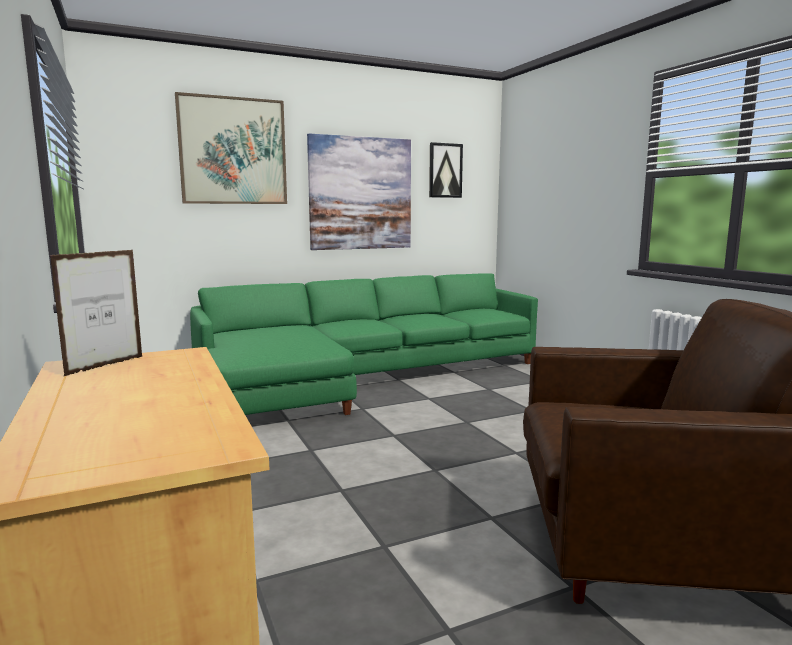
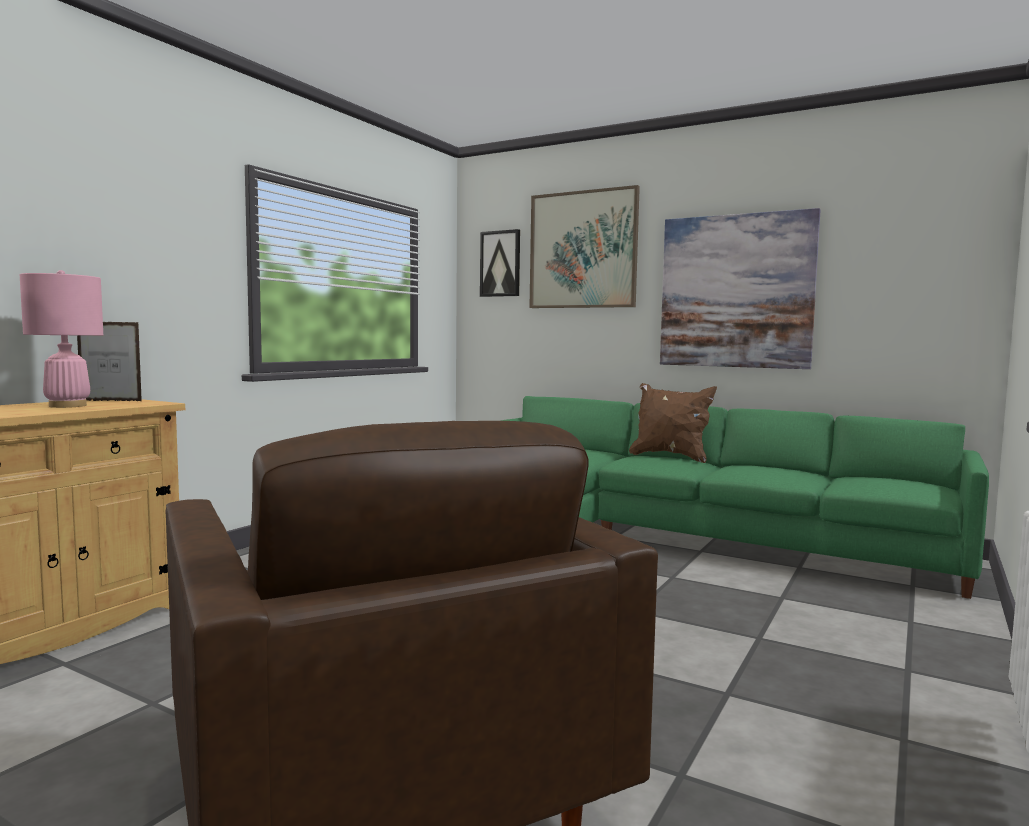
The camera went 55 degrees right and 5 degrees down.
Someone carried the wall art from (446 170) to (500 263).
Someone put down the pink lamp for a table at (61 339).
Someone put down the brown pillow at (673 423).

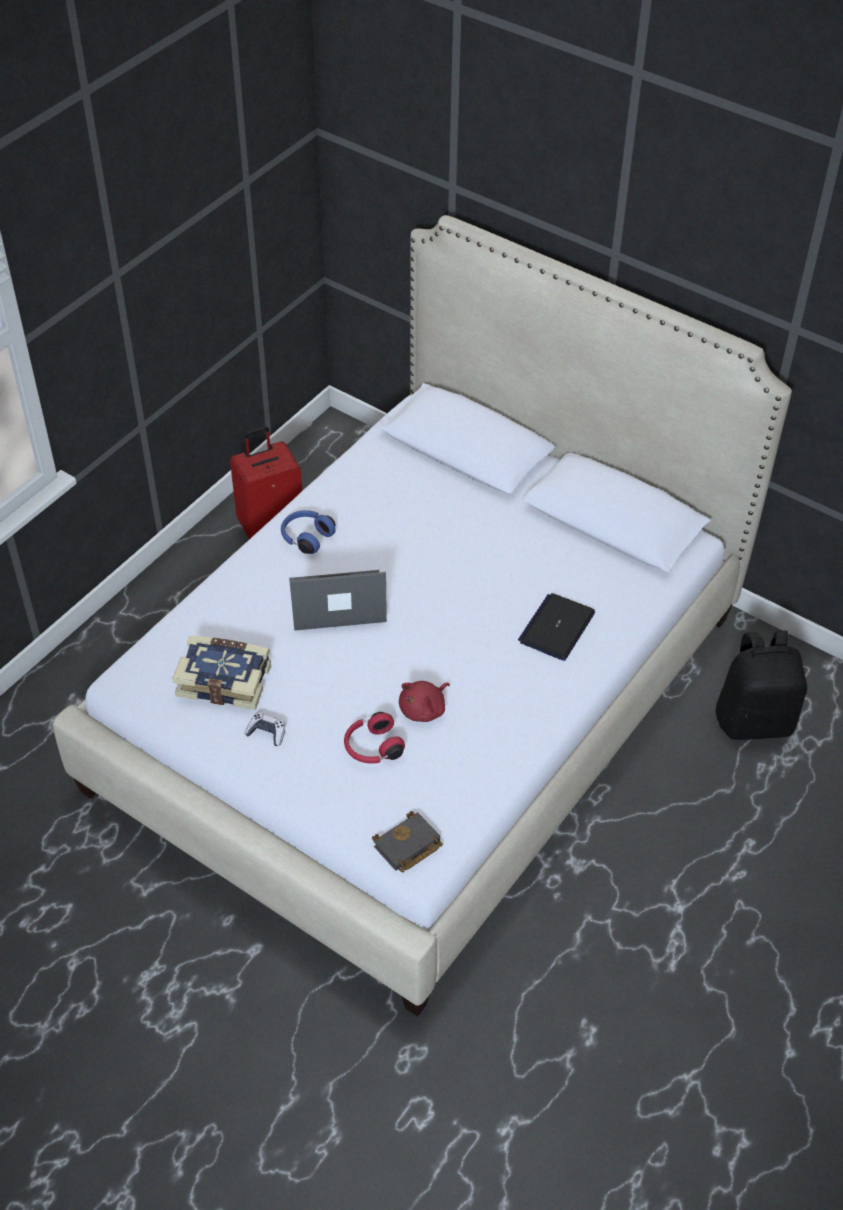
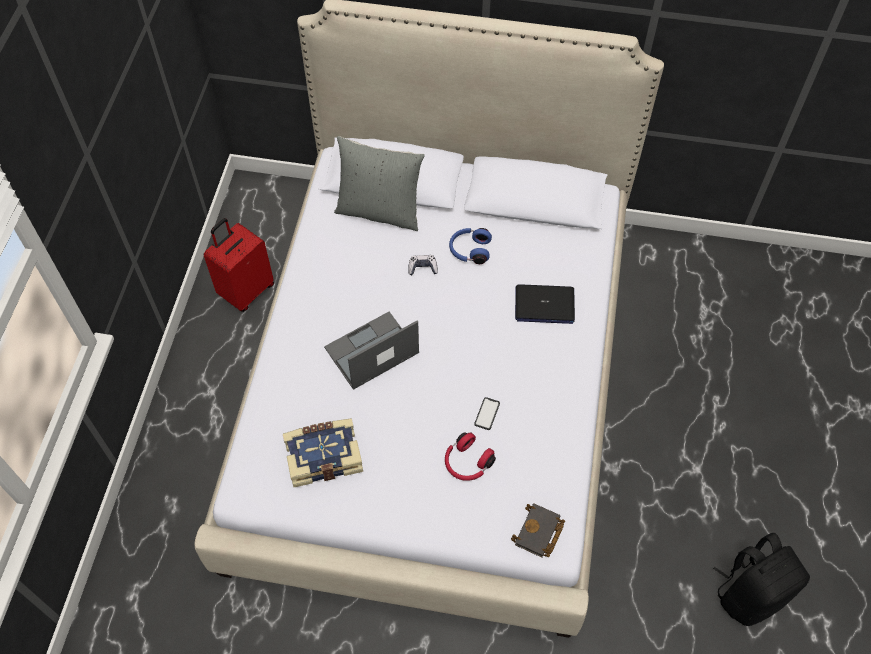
The camera went 25 degrees left and 10 degrees up.
Someone carried the blue pair of headphones from (308 532) to (470 246).
Someone rotated the notebook computer at (556 627) by 90 degrees counterclockwise.
Someone carried the black-coloured rucksack from (761 685) to (761 579).
Someone swapped the reddish soft toy at (424 701) for the handset at (487 413).
Someone carried the joypad from (264 729) to (423 265).
Someone put down the gray pillow at (379 183).

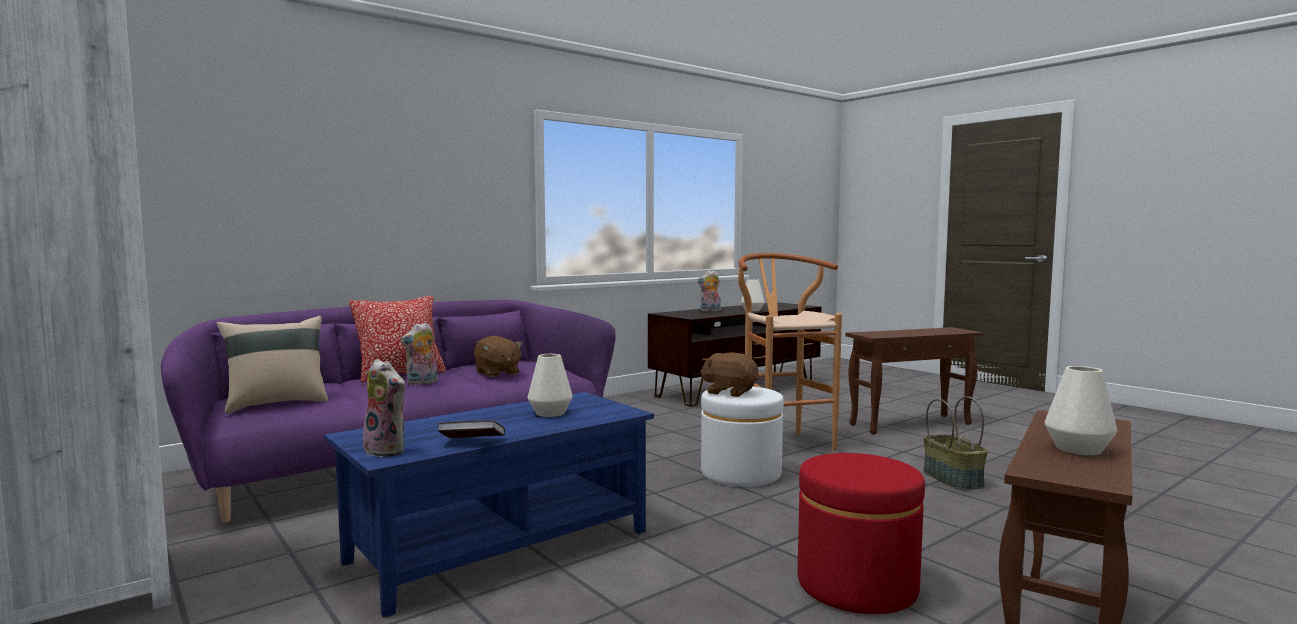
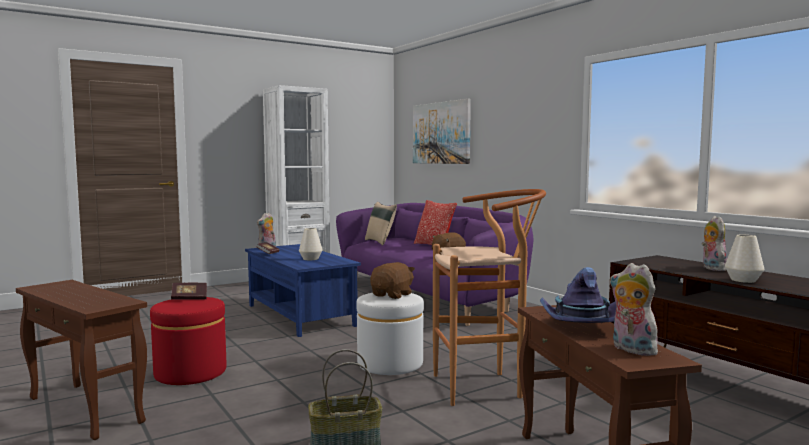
The camera went 95 degrees right and 0 degrees up.
Someone carried the soft toy from (419 353) to (635 309).
Someone took away the whitish decorative vase at (1081 410).
Someone put up the wall art at (442 131).
Someone put down the purplish clothing hat at (578 295).
Someone put down the bound book at (189 291).

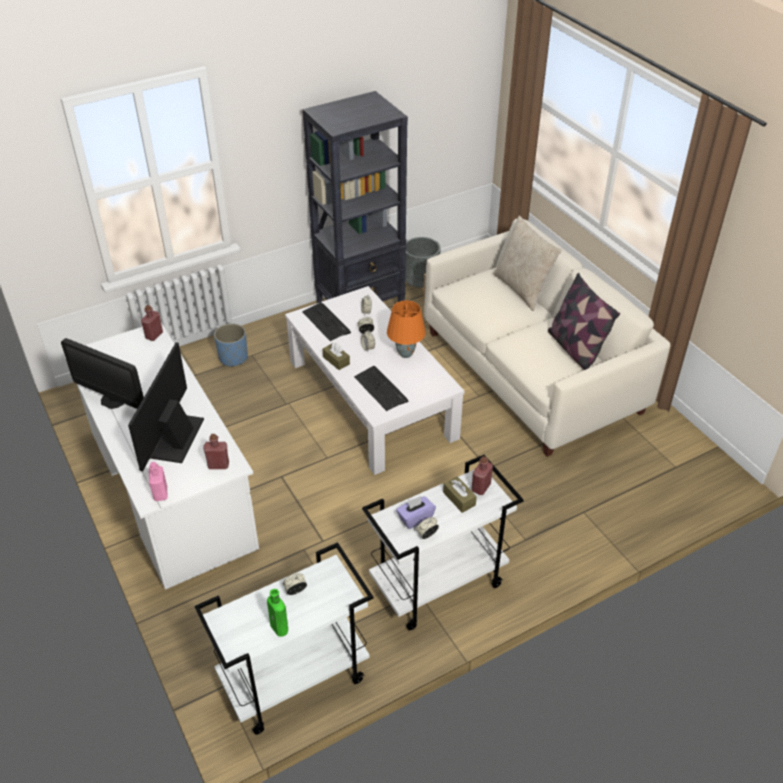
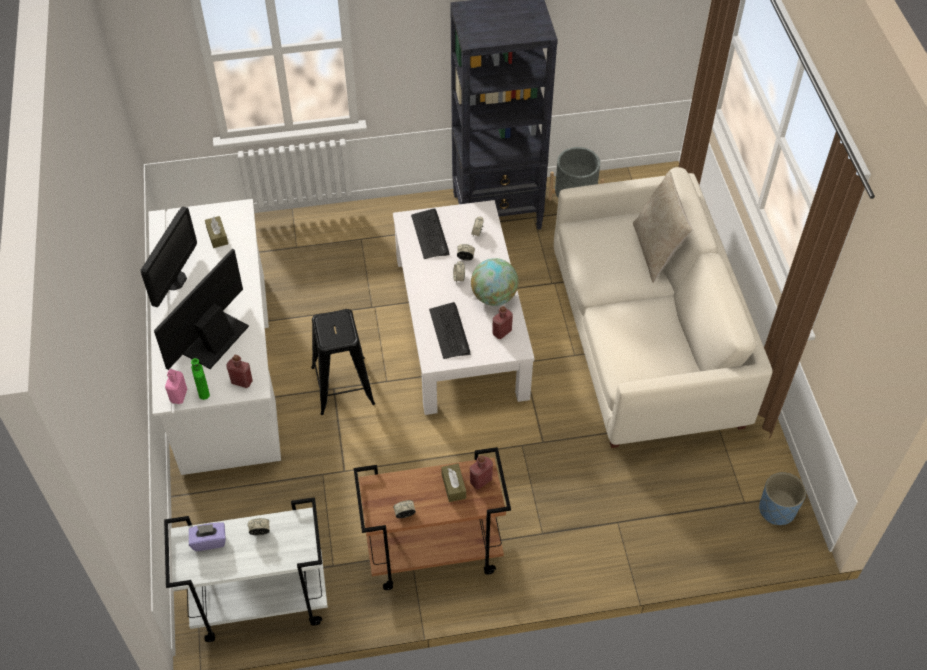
The camera went 20 degrees right and 10 degrees up.
Someone took away the pillow at (584 321).
Someone swapped the orangey lamp for a table at (406 329) for the globe at (495 282).
Someone carried the reddish beverage bottle from (152 323) to (502 322).
Someone carried the blue planter from (231 345) to (782 498).
Someone rotated the monitor at (102 373) by 120 degrees counterclockwise.
Someone carried the brown tissue holder from (336 356) to (216 232).
Someone repainted the whitish trolley at (443 542), which became the brown trolley at (432 518).
Someone carried the purplish tissue holder from (416 512) to (207 536).
Someone carried the green beverage bottle from (277 613) to (200 379).
Someone put down the black-coloured sitting stool at (343 362).

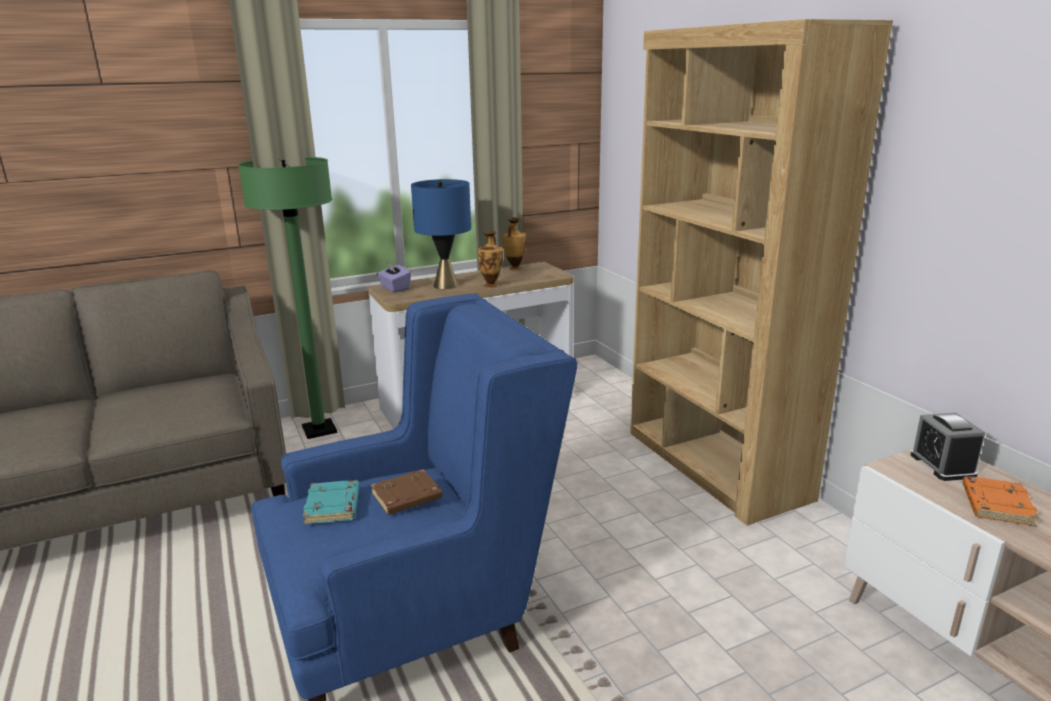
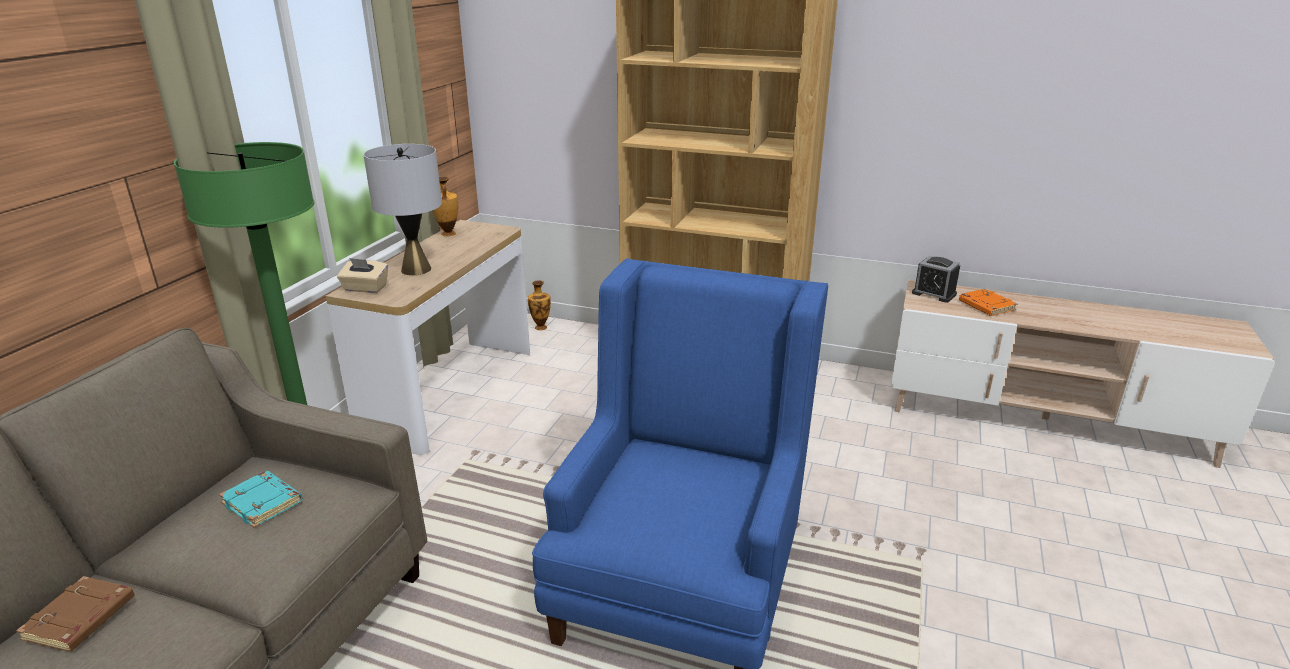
The camera went 45 degrees left and 5 degrees up.
Someone repainted the blue lamp for a table at (441 234), which became the gray lamp for a table at (403 209).
Someone carried the decorative vase from (490 259) to (539 305).
Someone repainted the purplish tissue holder at (394 277), which became the beige tissue holder at (362 275).
Someone carried the brown bound book from (406 492) to (75 614).
Someone carried the turquoise bound book from (331 502) to (261 499).

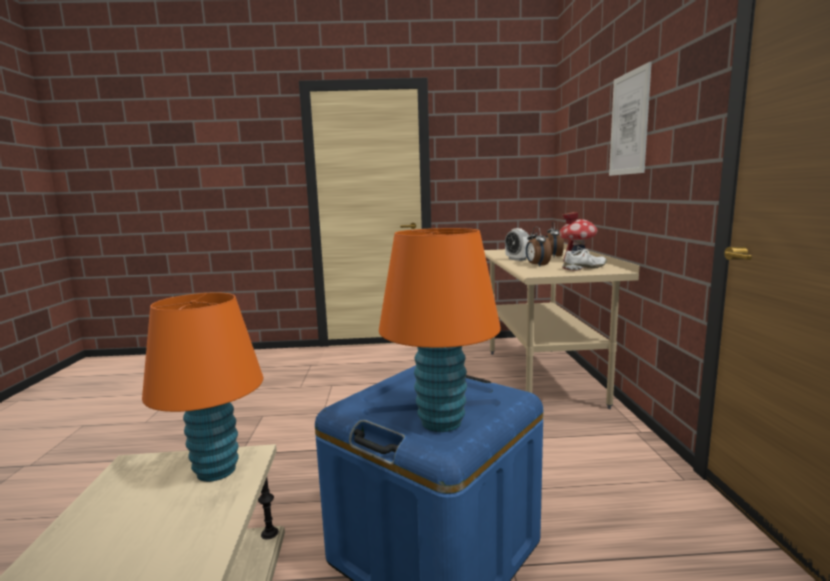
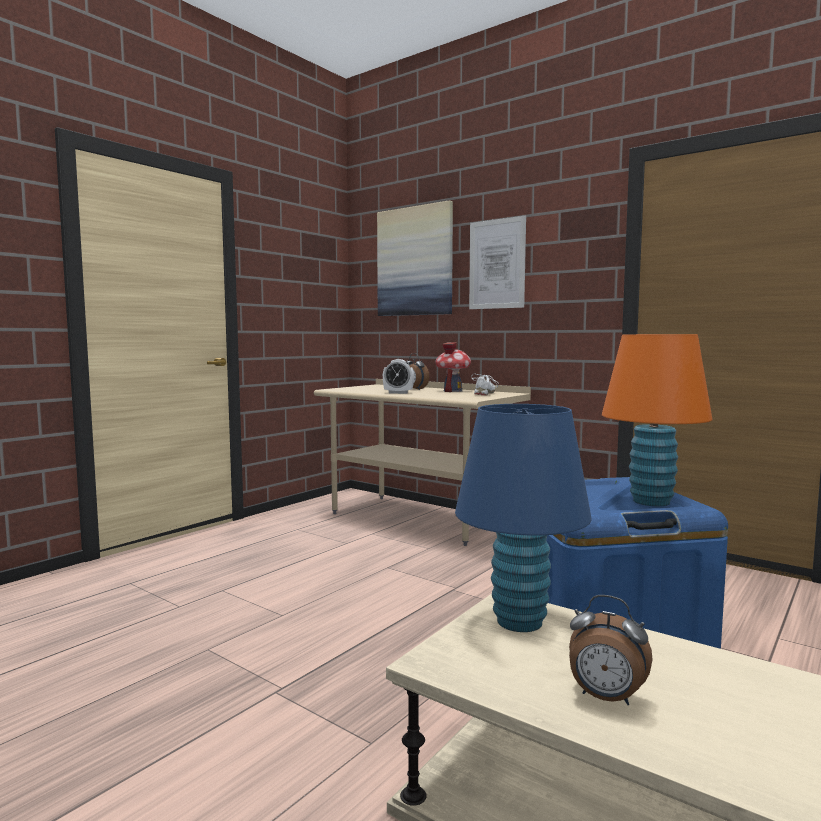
The camera went 50 degrees left and 5 degrees down.
Someone carried the bedside clock from (539 247) to (611 650).
Someone repainted the orangey lamp for a table at (202 387), which became the blue lamp for a table at (523 518).
Someone put up the wall art at (415 258).

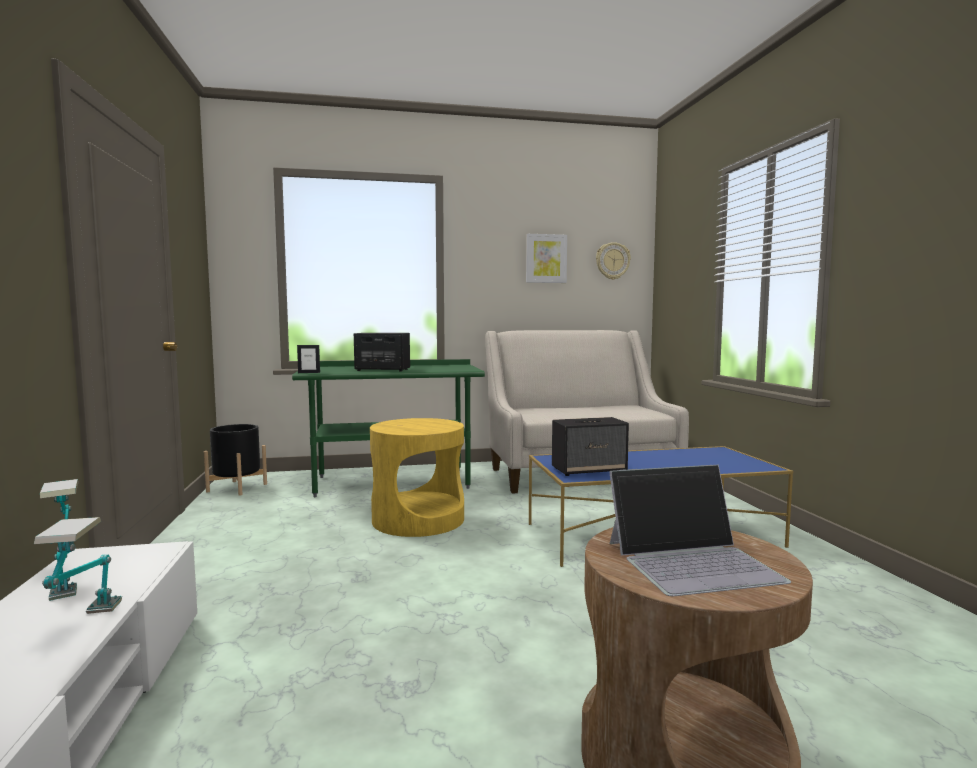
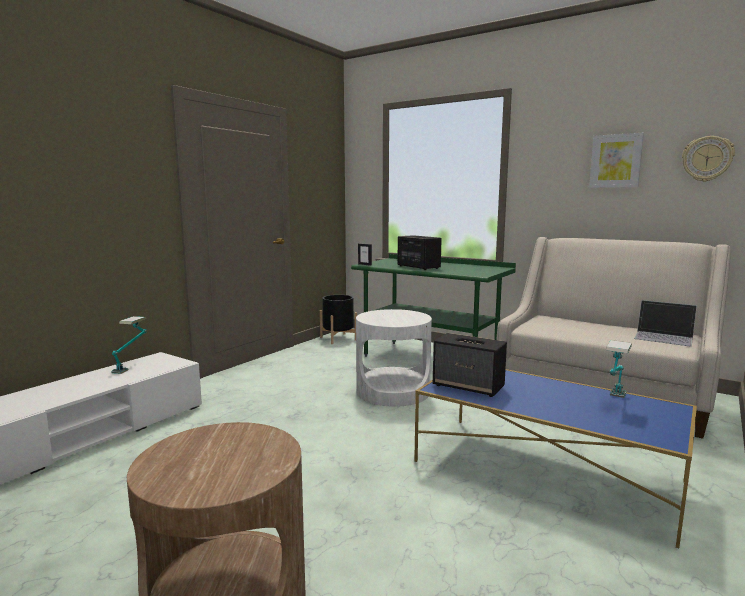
The camera went 45 degrees right and 5 degrees up.
Someone repainted the yellowish accent table at (417 477), which became the whitish accent table at (394 358).
Someone carried the notebook computer from (700 530) to (665 323).
Someone carried the lamp for a table from (78 565) to (619 369).

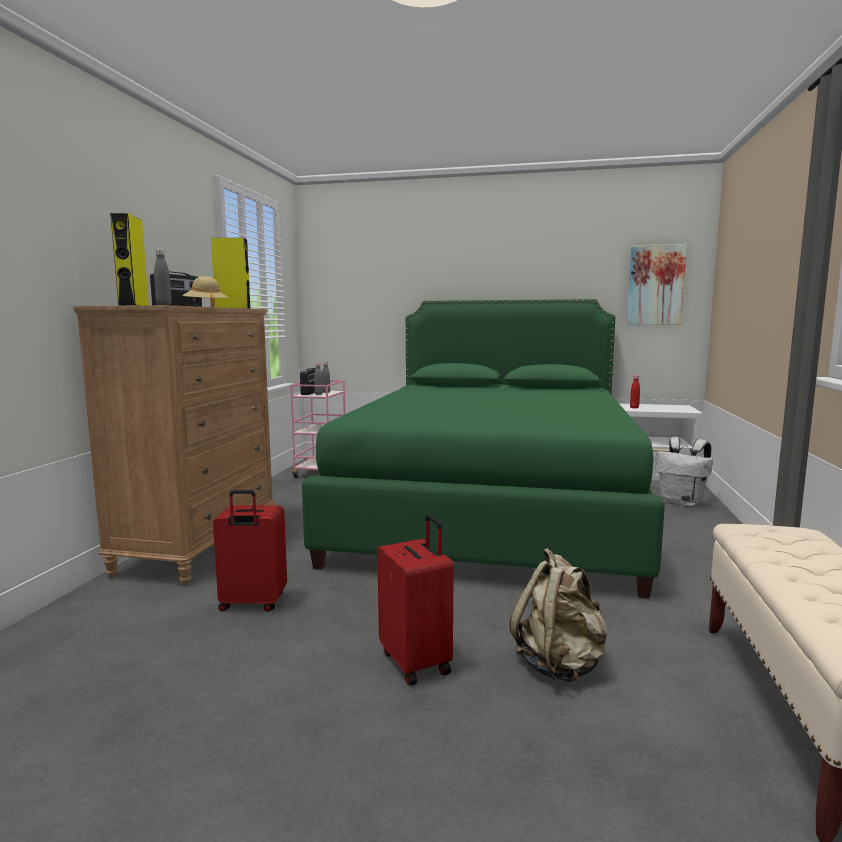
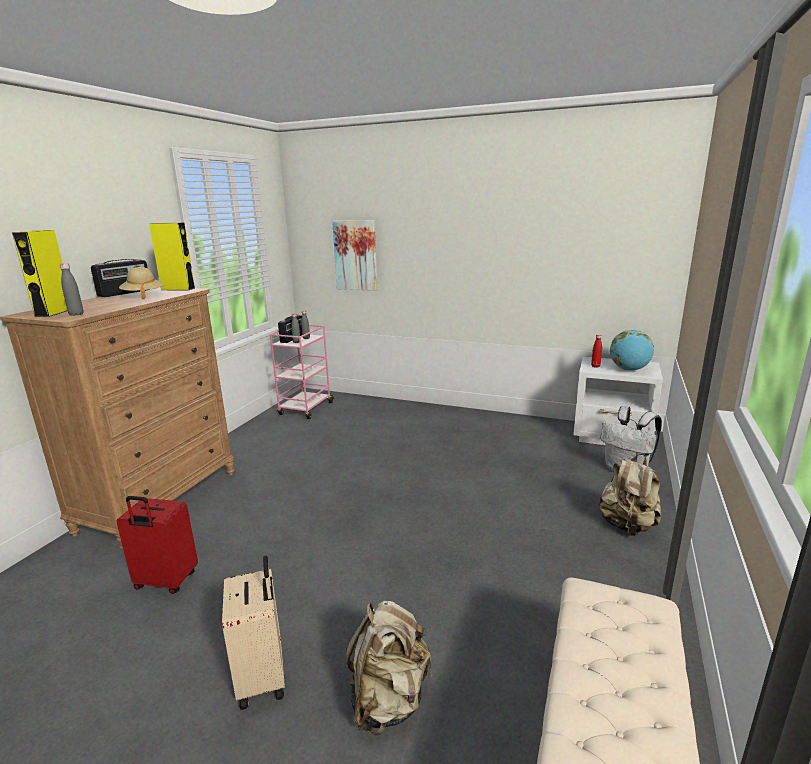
The camera went 10 degrees right and 10 degrees up.
Someone carried the wall art from (657 284) to (355 255).
Someone took away the green bedroom bed at (483 449).
Someone repainted the reddish piece of luggage at (415 599), which became the beige piece of luggage at (253 633).
Someone put down the globe at (632 350).
Someone put down the beige rucksack at (630 495).

